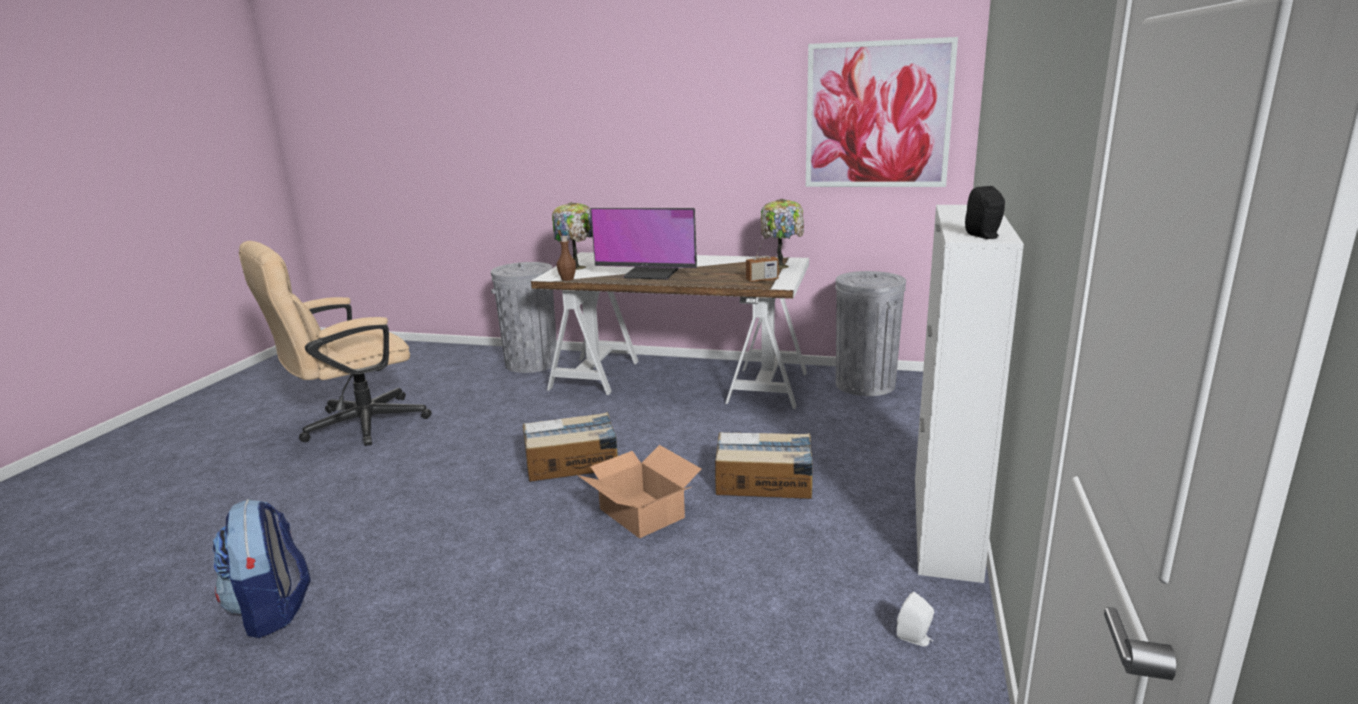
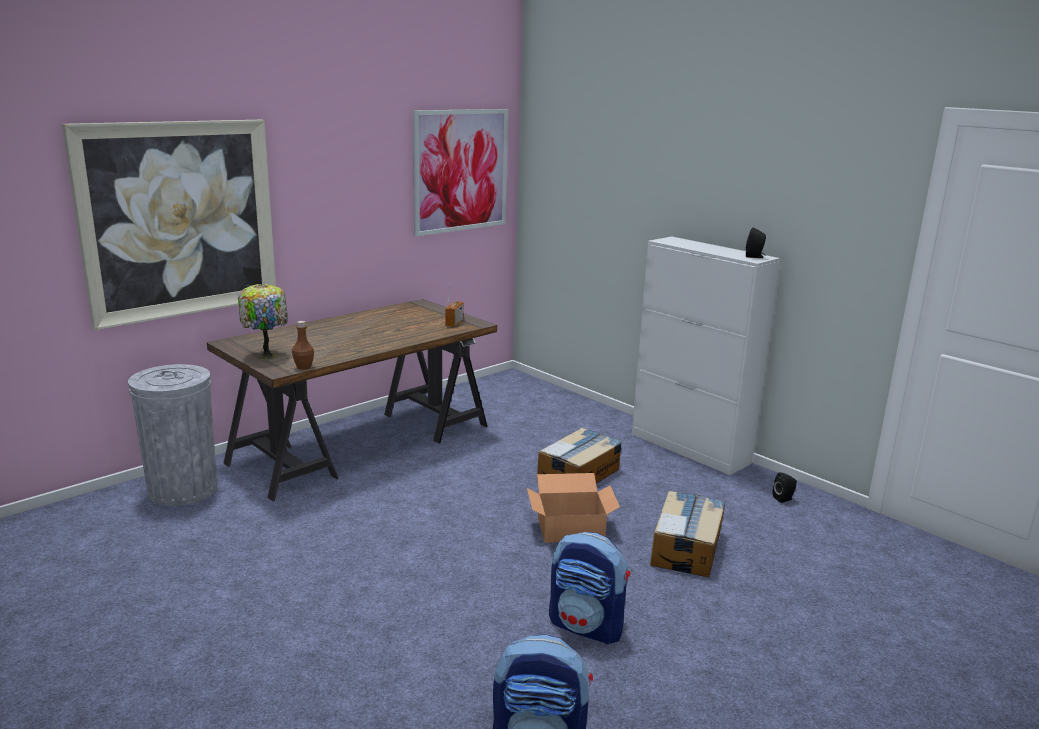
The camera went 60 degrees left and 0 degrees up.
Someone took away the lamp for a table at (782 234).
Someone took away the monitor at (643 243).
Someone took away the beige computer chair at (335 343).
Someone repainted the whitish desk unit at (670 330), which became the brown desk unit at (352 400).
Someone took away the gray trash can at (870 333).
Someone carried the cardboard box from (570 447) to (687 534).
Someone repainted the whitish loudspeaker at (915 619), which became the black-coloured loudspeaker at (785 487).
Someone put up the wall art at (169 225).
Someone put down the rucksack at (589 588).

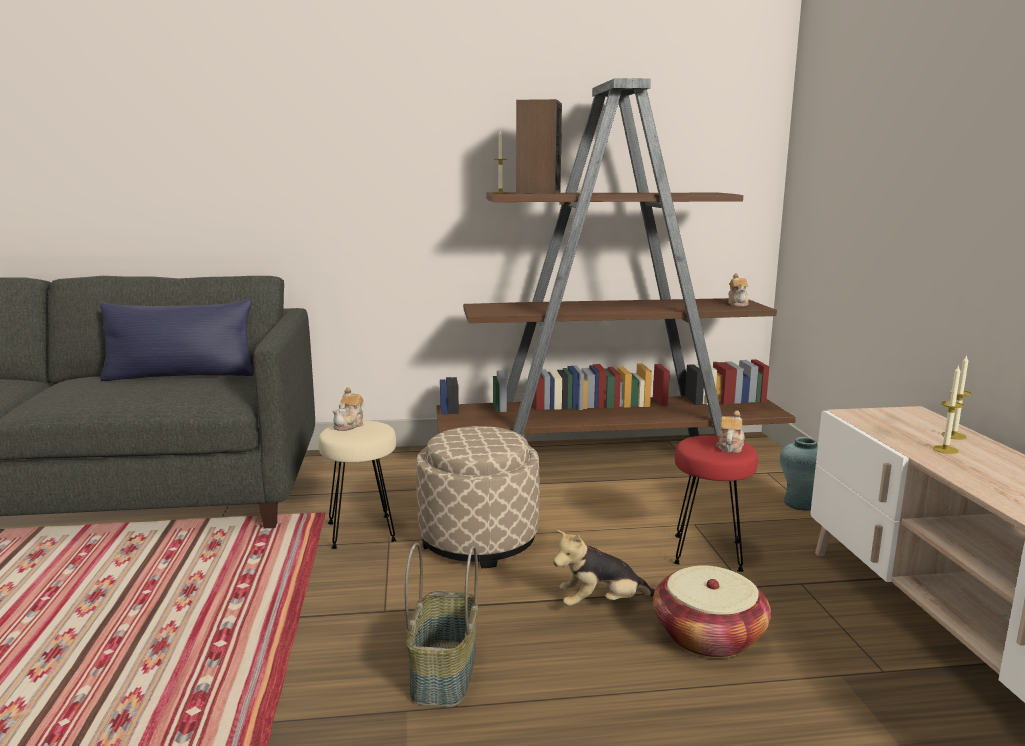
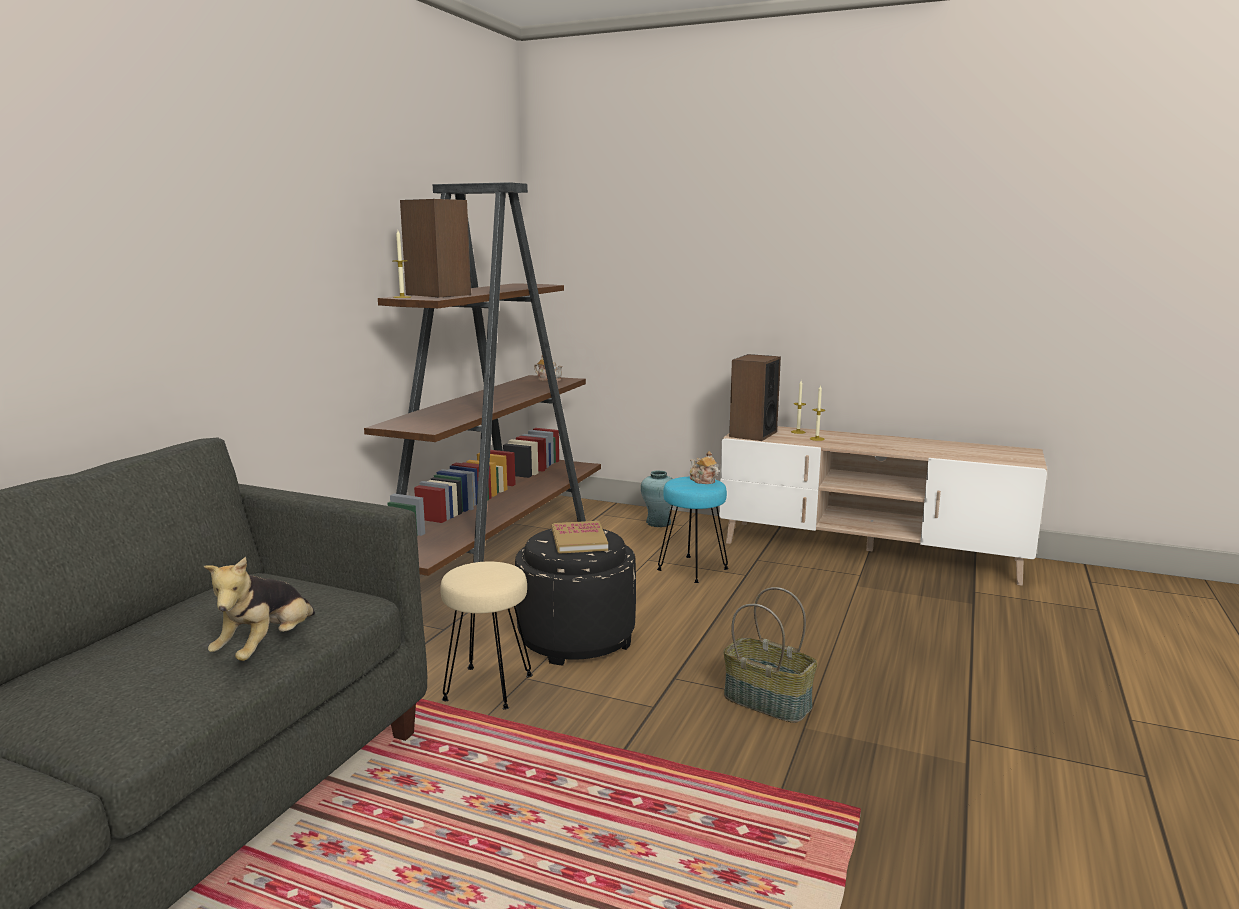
The camera went 60 degrees left and 0 degrees up.
Someone took away the blue pillow at (177 340).
Someone took away the pot for tea at (348 409).
Someone repainted the beige ottoman at (477 497), which became the black-coloured ottoman at (575 597).
Someone repainted the reddish sitting stool at (716 503), which became the turquoise sitting stool at (693 530).
Someone carried the soft toy from (604 568) to (259 609).
Someone took away the household basket at (712 611).
Someone put down the loudspeaker at (755 397).
Someone put down the bound book at (580 537).

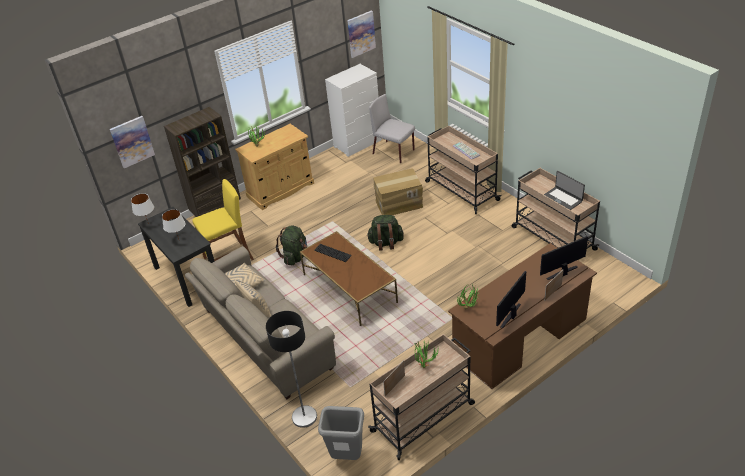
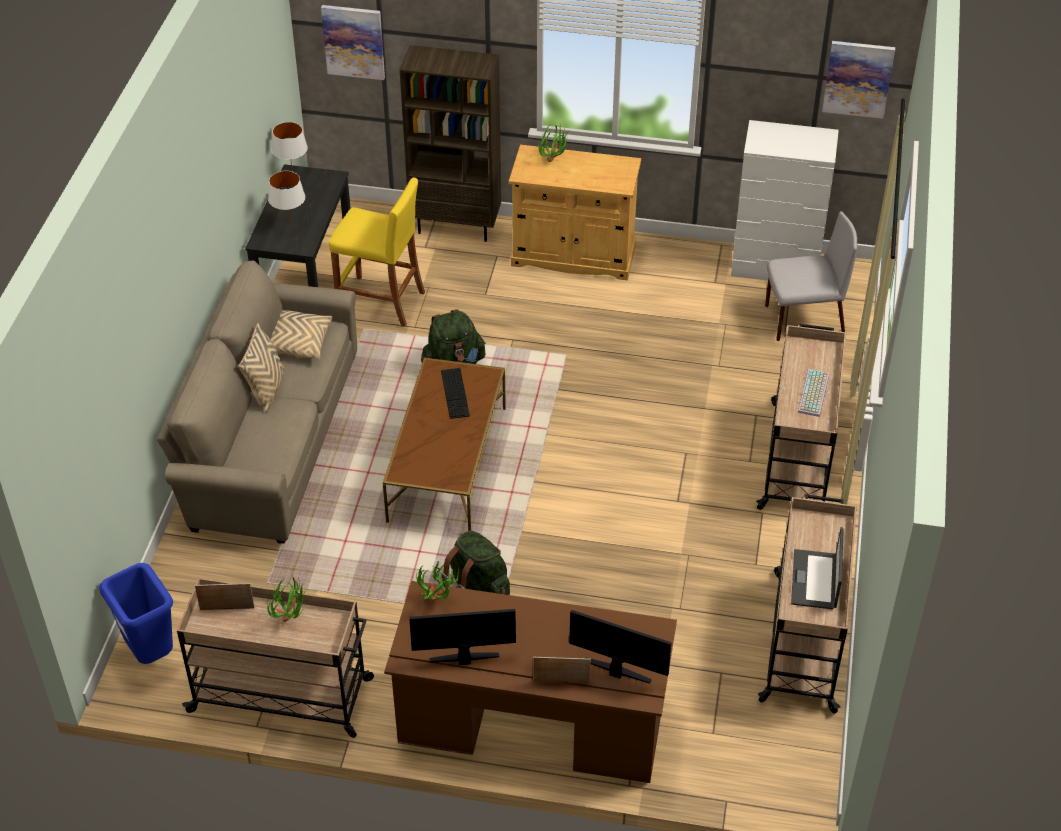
The camera went 45 degrees right and 5 degrees up.
Someone rotated the gray upright chair at (392 128) by 90 degrees clockwise.
Someone took away the cardboard box at (398 191).
Someone carried the green rucksack from (385 233) to (475 562).
Someone took away the standard lamp at (291 369).
Someone repainted the gray trash can at (341 433), which became the blue trash can at (136 613).

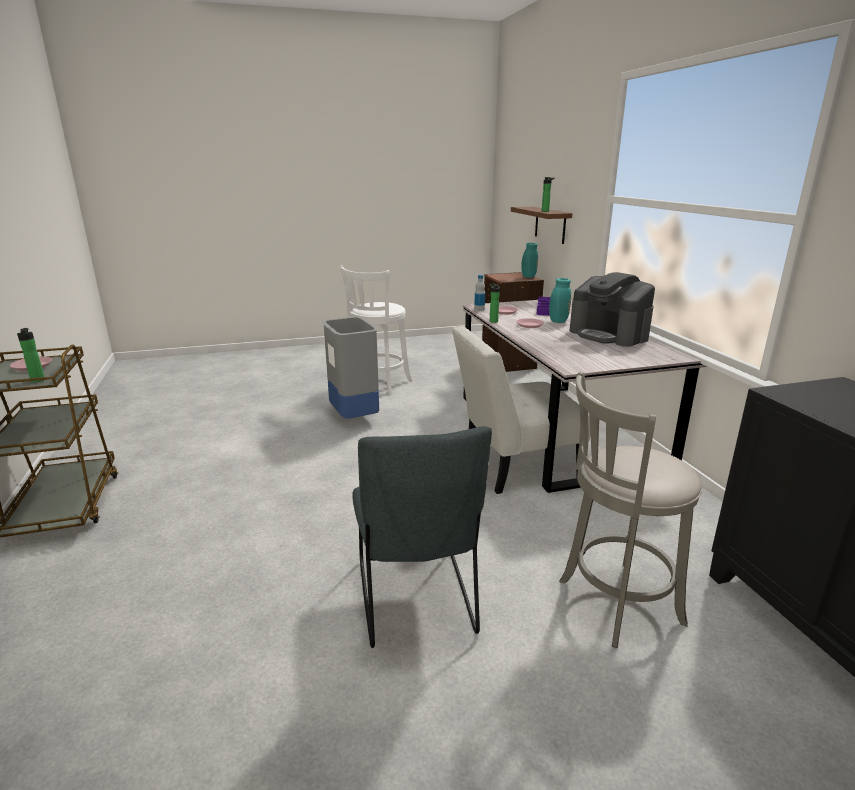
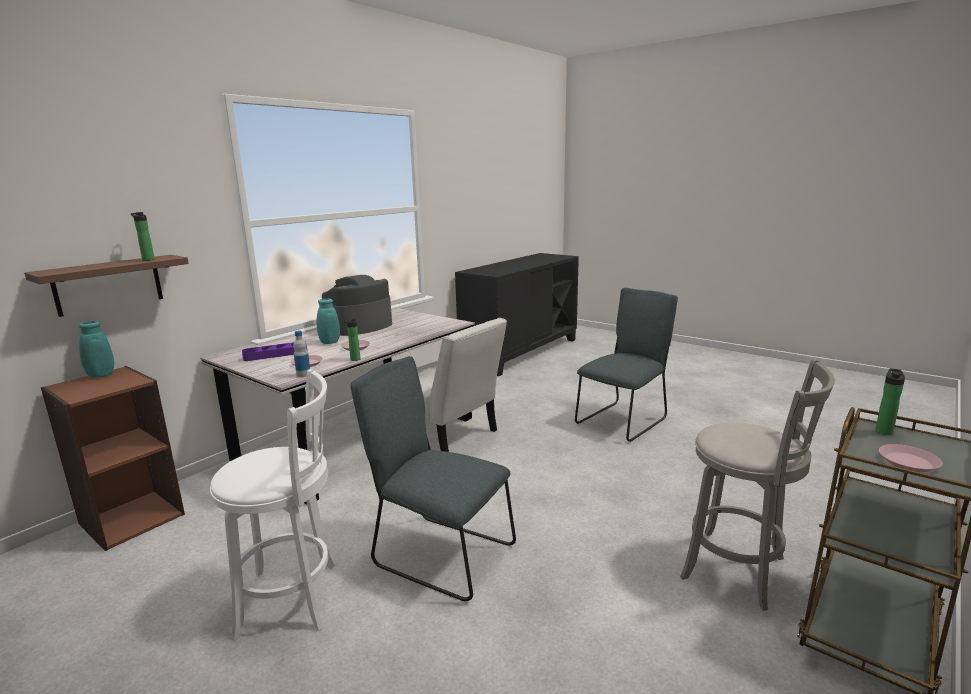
The camera went 125 degrees left and 5 degrees down.
Someone rotated the coffee machine at (612 309) by 150 degrees counterclockwise.
Someone swapped the gray trash can at (350 367) for the gray upright chair at (433 478).
Someone carried the gray sitting stool from (630 510) to (757 485).

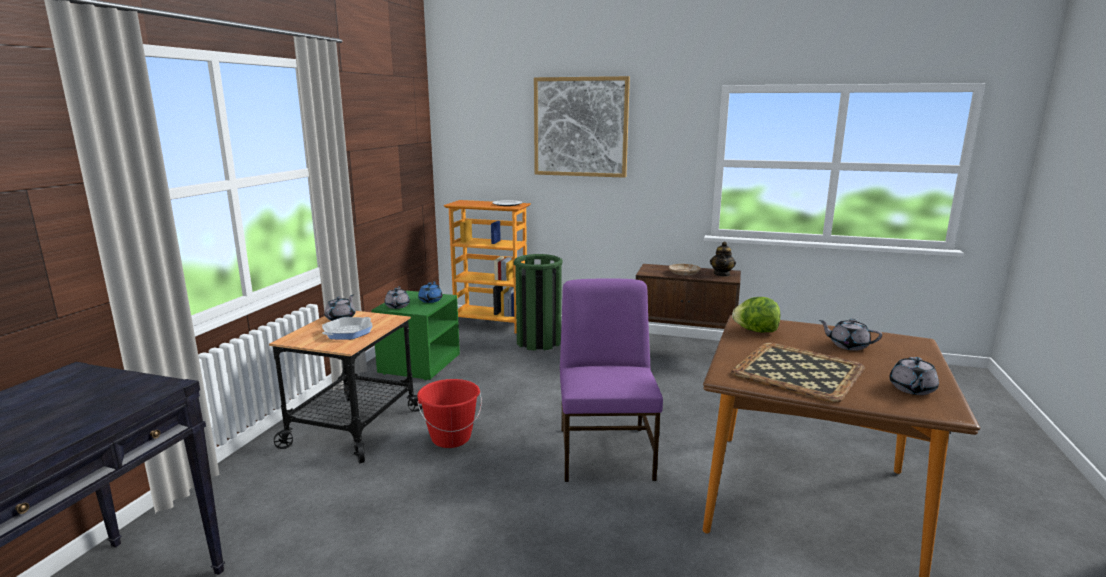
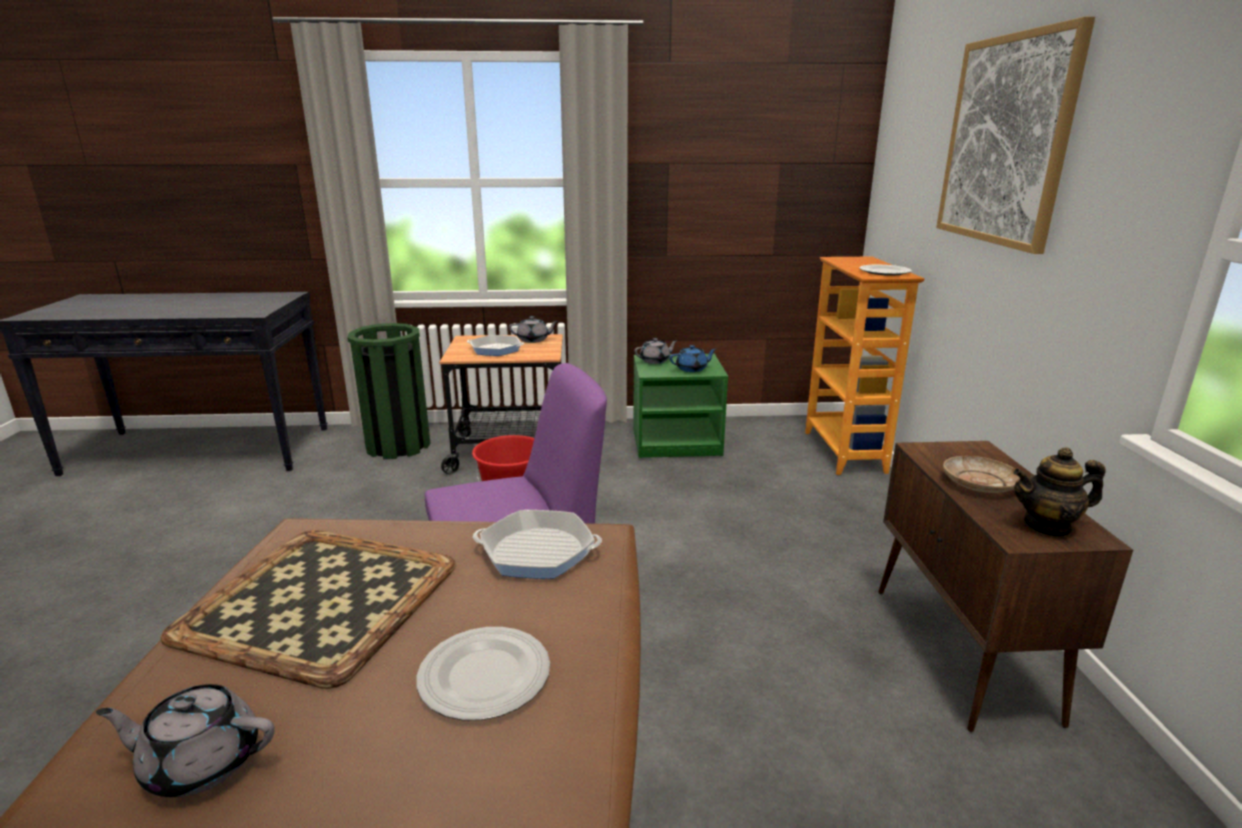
The camera went 70 degrees right and 5 degrees up.
Someone carried the green trash can from (538 302) to (388 391).
Someone swapped the lettuce head at (756 315) for the pan at (537 544).
Someone swapped the gray pot for tea at (850 335) for the flat dish at (483 673).

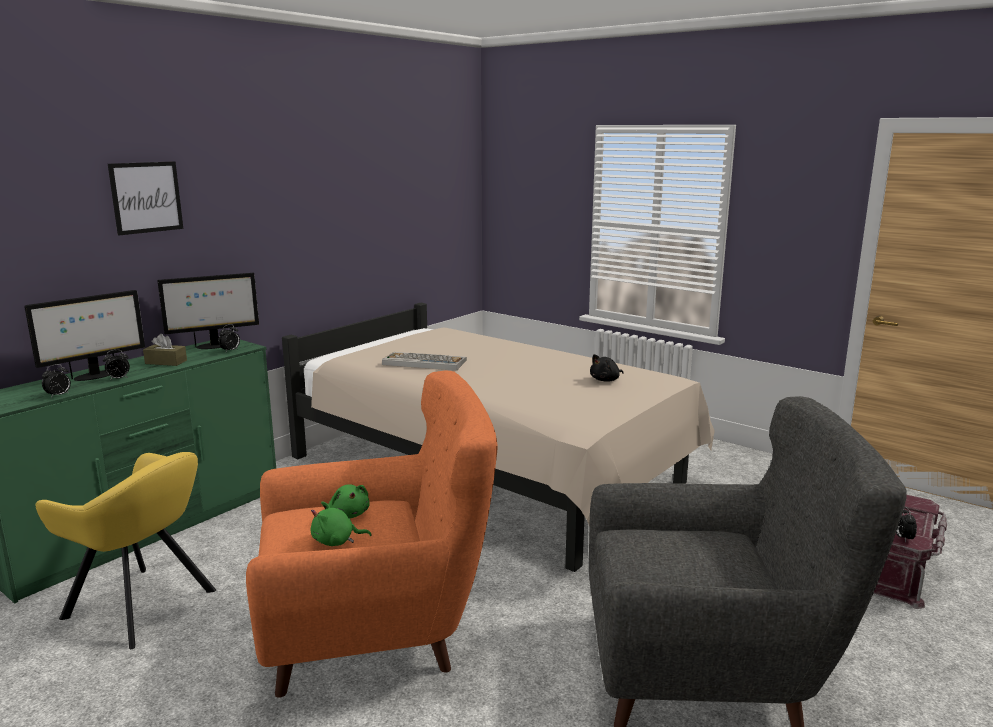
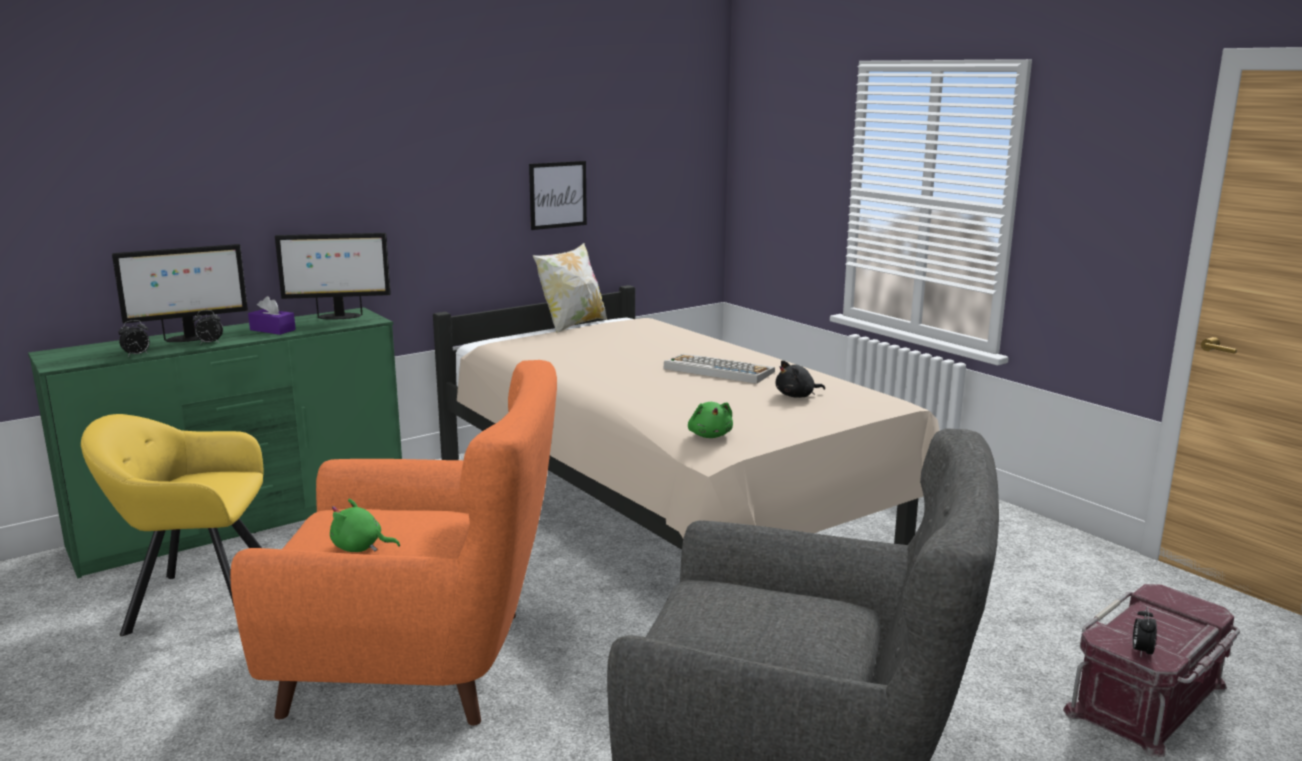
The camera went 15 degrees right and 0 degrees up.
Someone carried the wall art from (145 198) to (558 195).
Someone took away the bedside clock at (229 338).
Someone repainted the brown tissue holder at (165 350), which became the purplish tissue holder at (272 315).
Someone carried the keyboard from (424 361) to (719 369).
Someone rotated the yellowish easy chair at (125 550) by 135 degrees clockwise.
Someone carried the green soft toy from (349 501) to (710 420).
Someone put down the pillow at (570 288).

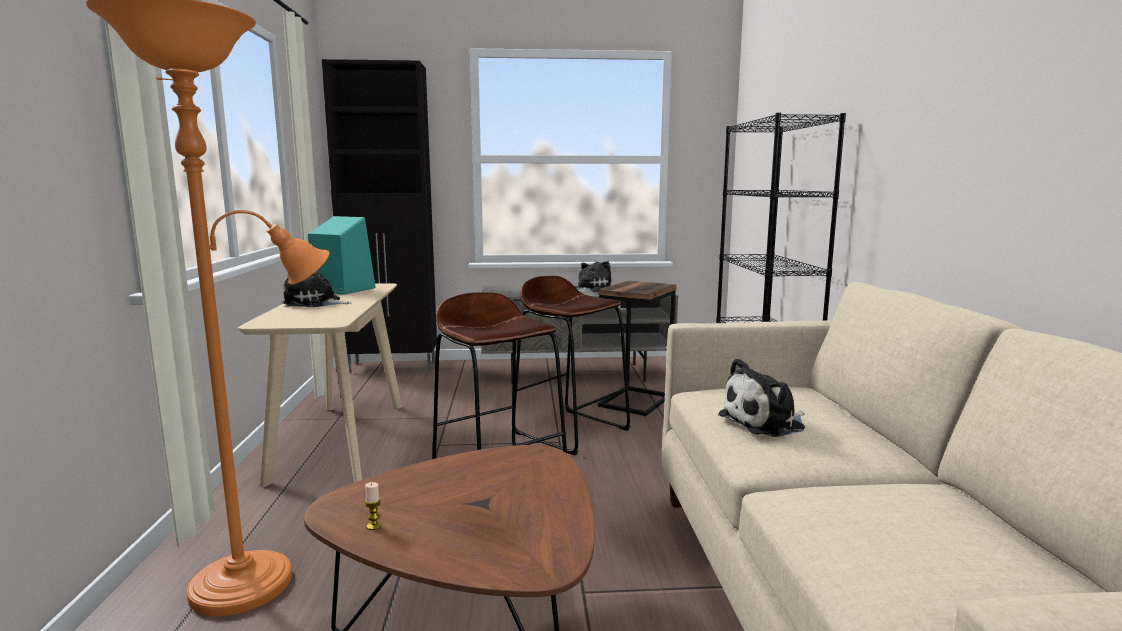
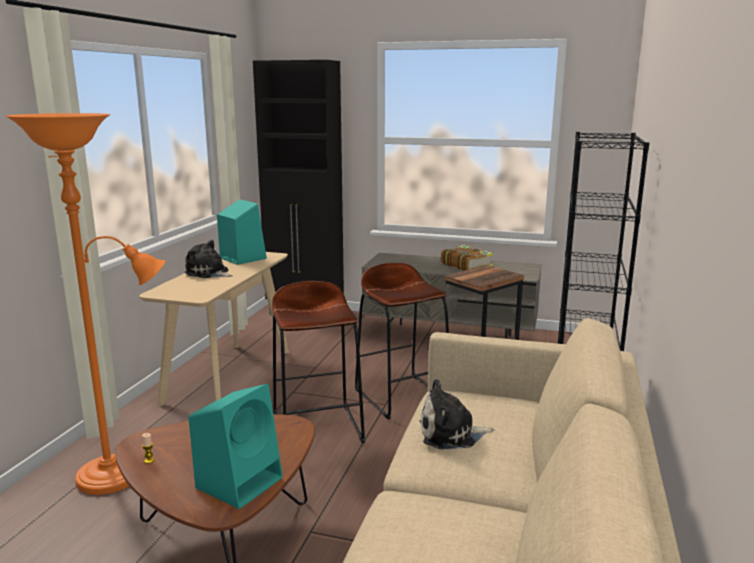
The camera went 20 degrees right and 5 degrees up.
Someone swapped the soft toy at (593 276) for the bound book at (467 258).
Someone put down the turquoise loudspeaker at (236 446).

